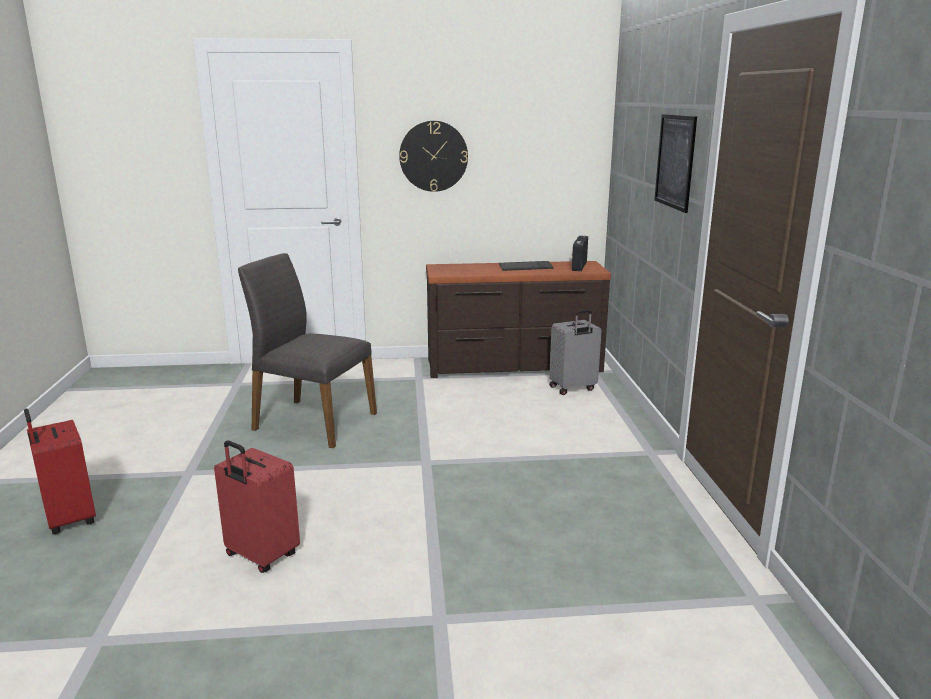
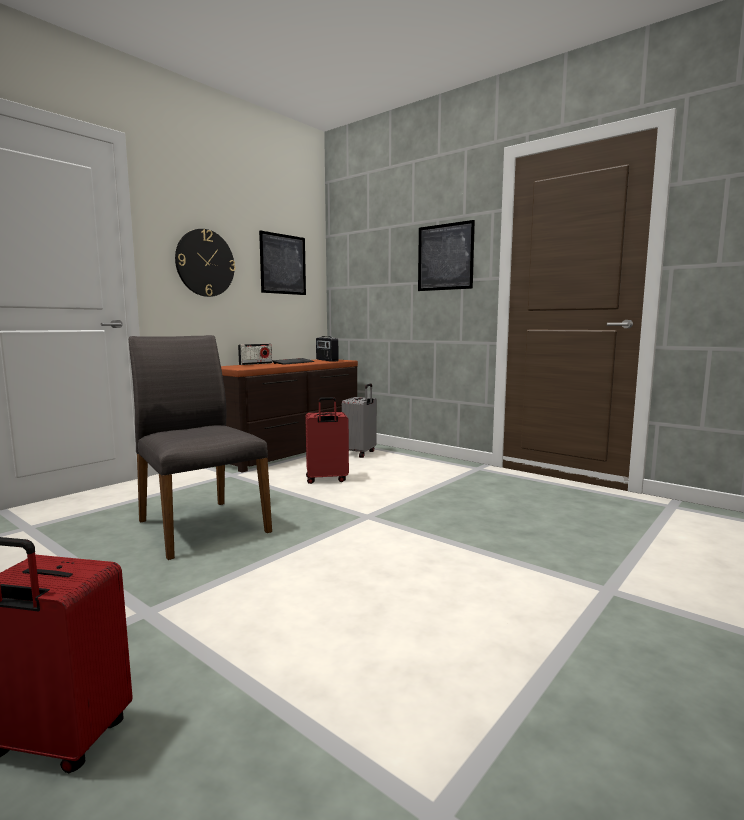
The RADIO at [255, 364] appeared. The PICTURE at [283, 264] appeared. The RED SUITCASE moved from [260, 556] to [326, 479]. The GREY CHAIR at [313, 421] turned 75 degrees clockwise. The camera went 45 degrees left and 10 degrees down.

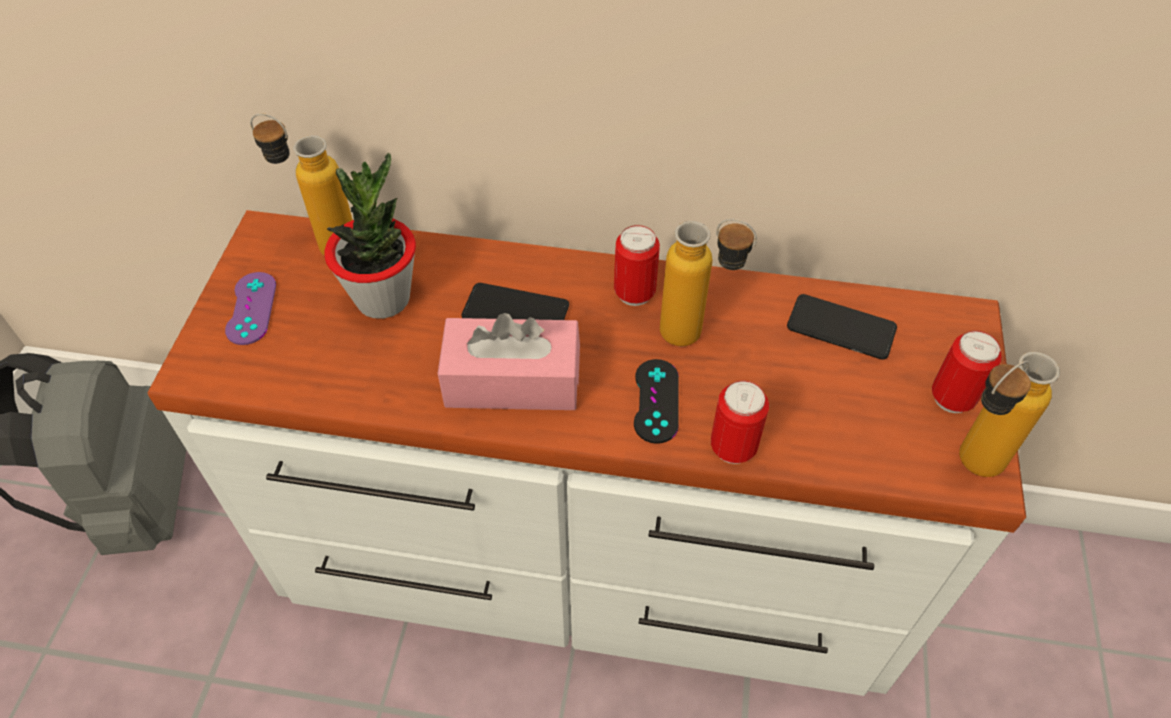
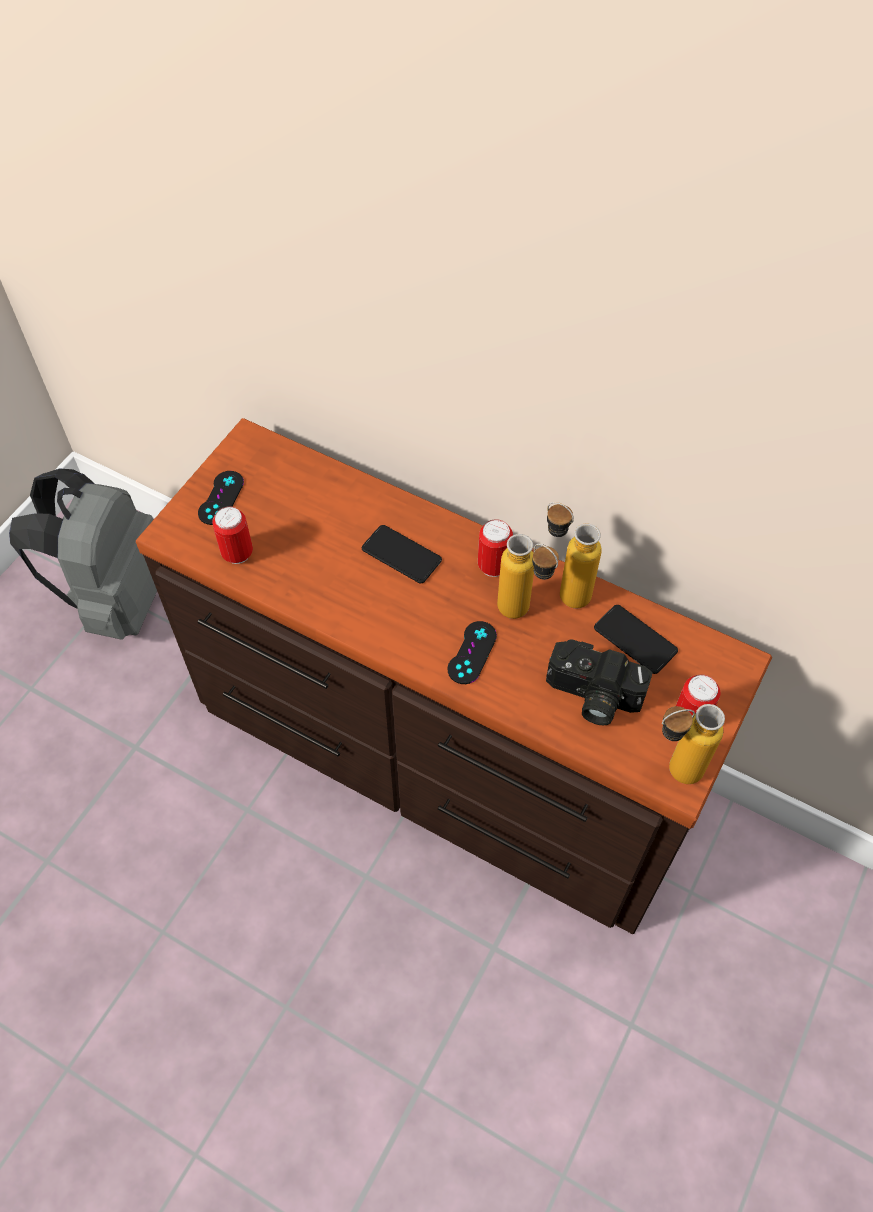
The POTTED PLANT at [383, 298] disappeared. The PINK TISSUE BOX at [512, 381] disappeared. The PHOTO CAMERA at [591, 697] appeared. The BOTTLE moved from [323, 244] to [563, 590]. The CAN moved from [733, 448] to [237, 553]. The WHITE DRESSER at [586, 563] became the BROWN DRESSER at [438, 755]. The PURPLE GAME CONTROLLER at [251, 308] became the BLACK GAME CONTROLLER at [221, 498]. The camera went 20 degrees right and 5 degrees up.

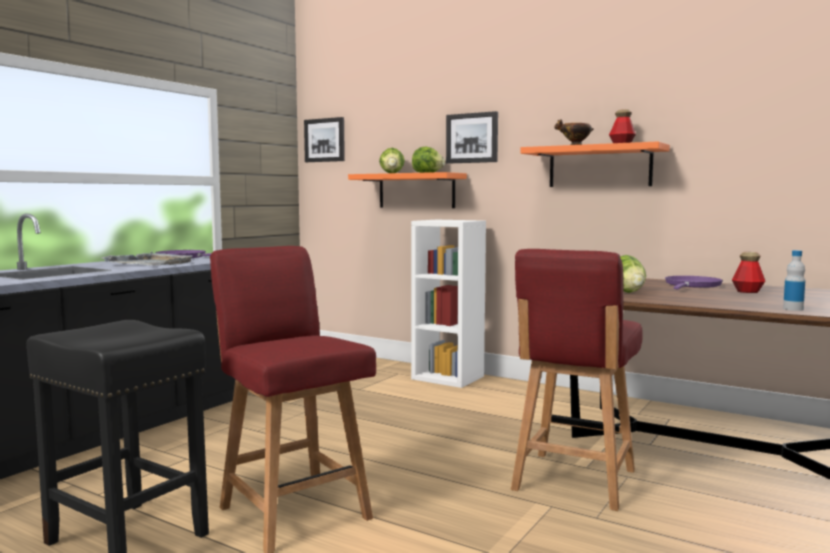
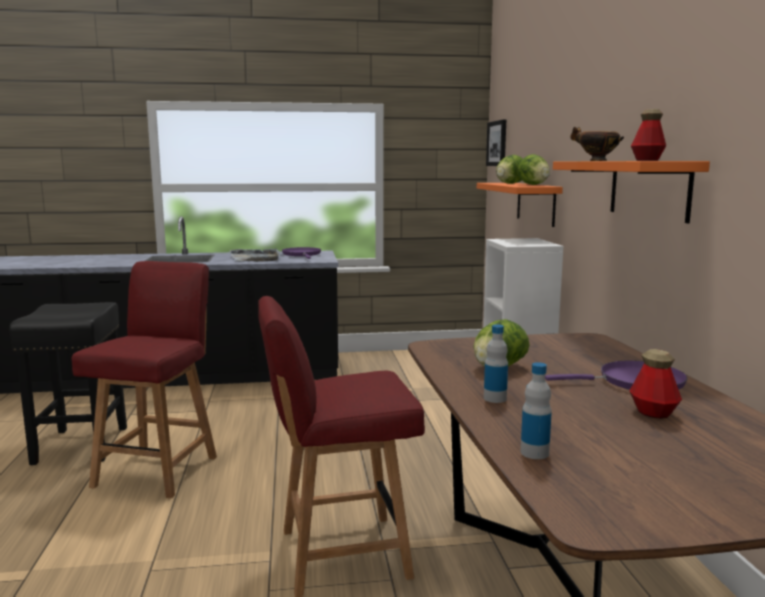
The PICTURE at [472, 138] disappeared. The BOTTLE at [495, 398] appeared. The camera went 50 degrees right and 5 degrees up.

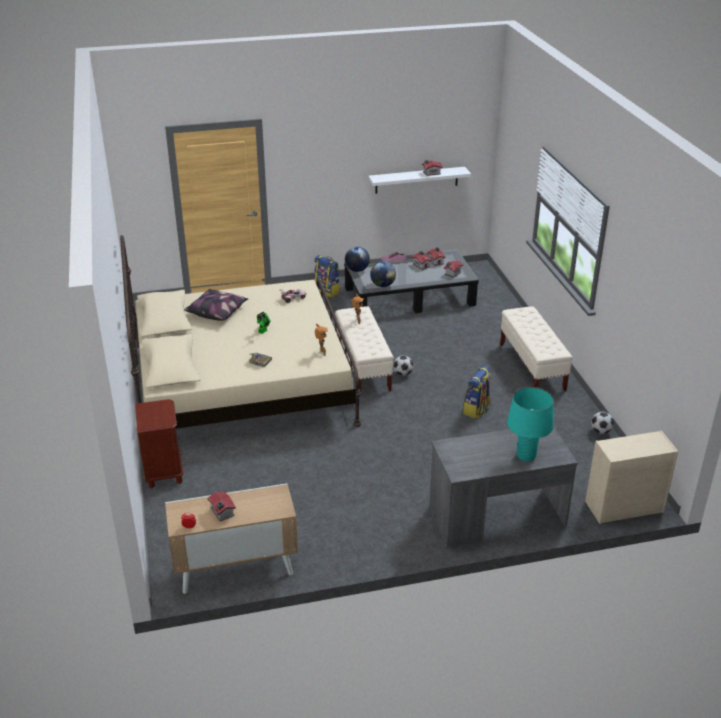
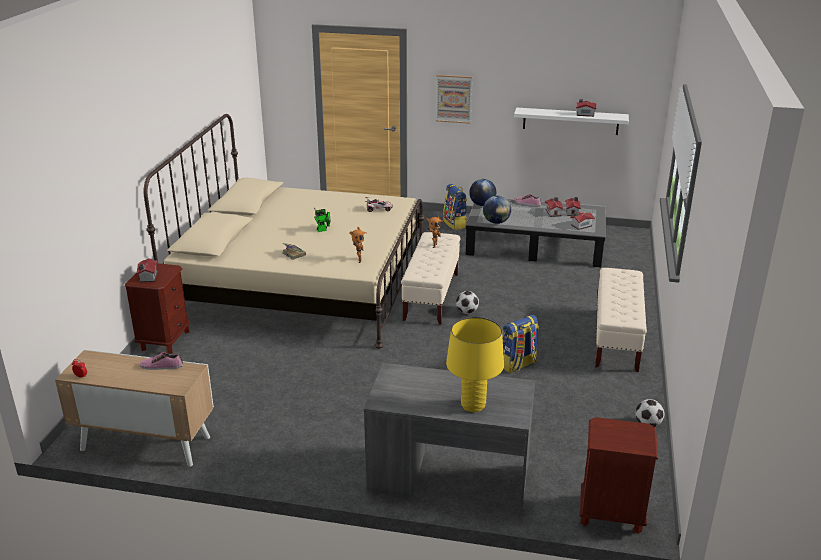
The PILLOW at [217, 312] disappeared. The SHOE at [161, 366] appeared. The PICTURE at [453, 98] appeared. The TOY HOUSE moved from [221, 512] to [148, 277]. The BEIGE DRESSER at [623, 507] was replaced by the BROWN NIGHTSTAND at [610, 514]. The TURQUOISE TABLE LAMP at [526, 456] became the YELLOW TABLE LAMP at [473, 405]. The camera went 25 degrees right and 5 degrees down.

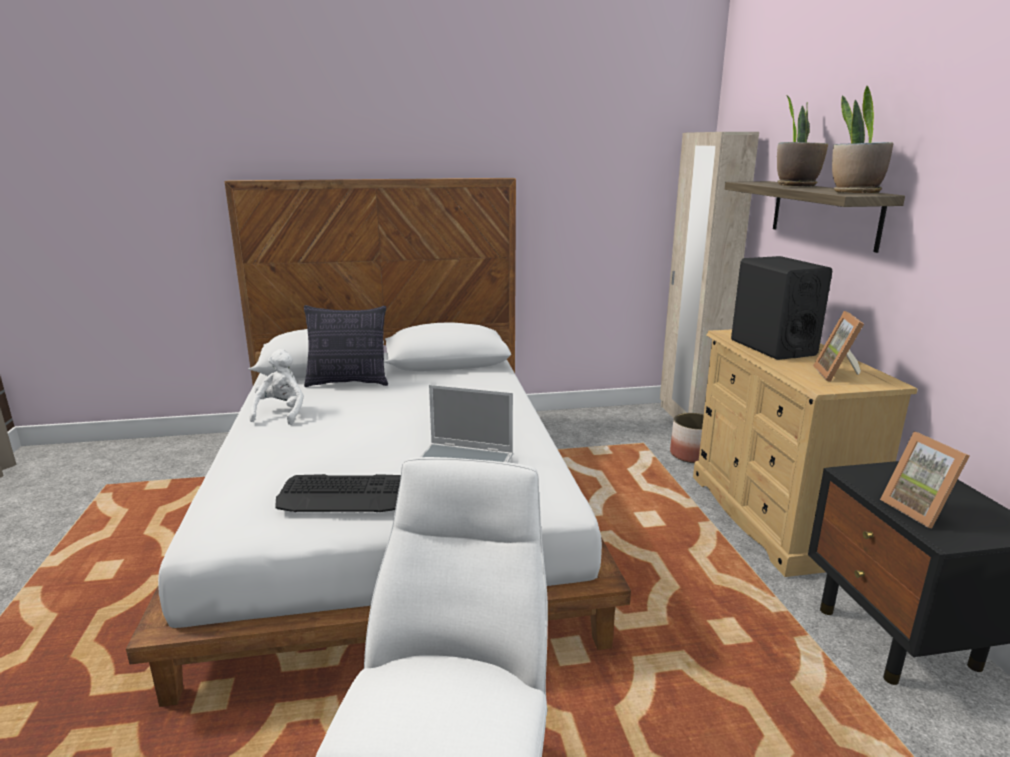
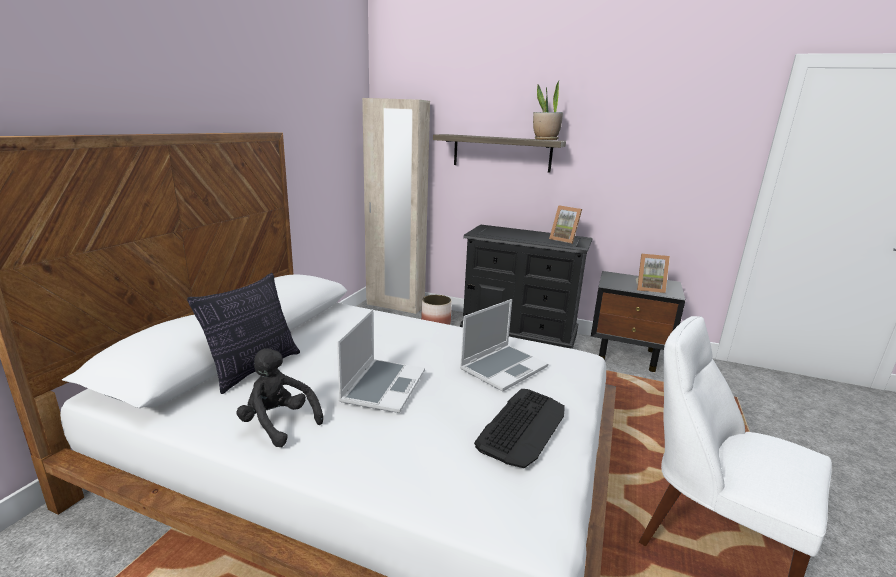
The BLACK SPEAKER at [772, 347] disappeared. The POTTED PLANT at [796, 185] disappeared. The LAPTOP at [383, 386] appeared. The WHITE PLUSH TOY at [281, 413] became the BLACK PLUSH TOY at [278, 423]. The BEIGE DRESSER at [773, 517] became the BLACK DRESSER at [519, 334]. The camera went 60 degrees left and 0 degrees up.

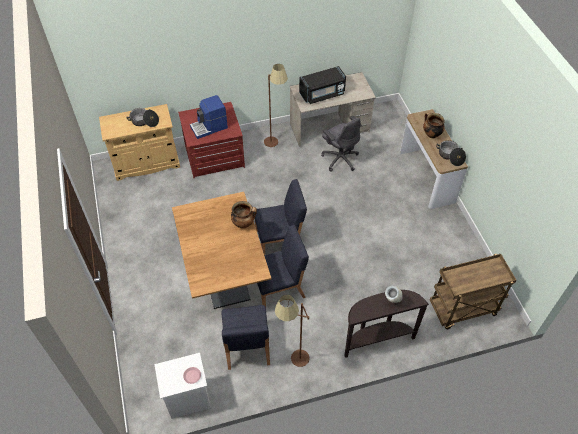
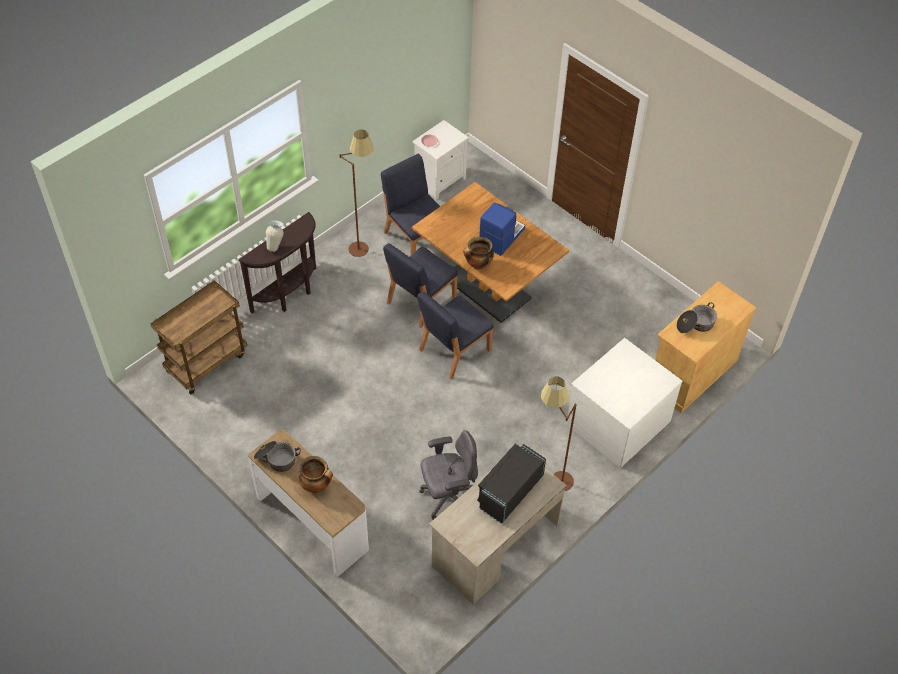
The COFFEE MACHINE moved from [209, 127] to [501, 236]. The RED DRESSER at [214, 157] became the WHITE DRESSER at [617, 422]. The GREY OFFICE CHAIR at [340, 159] turned 135 degrees clockwise. The camera went 150 degrees right and 0 degrees up.

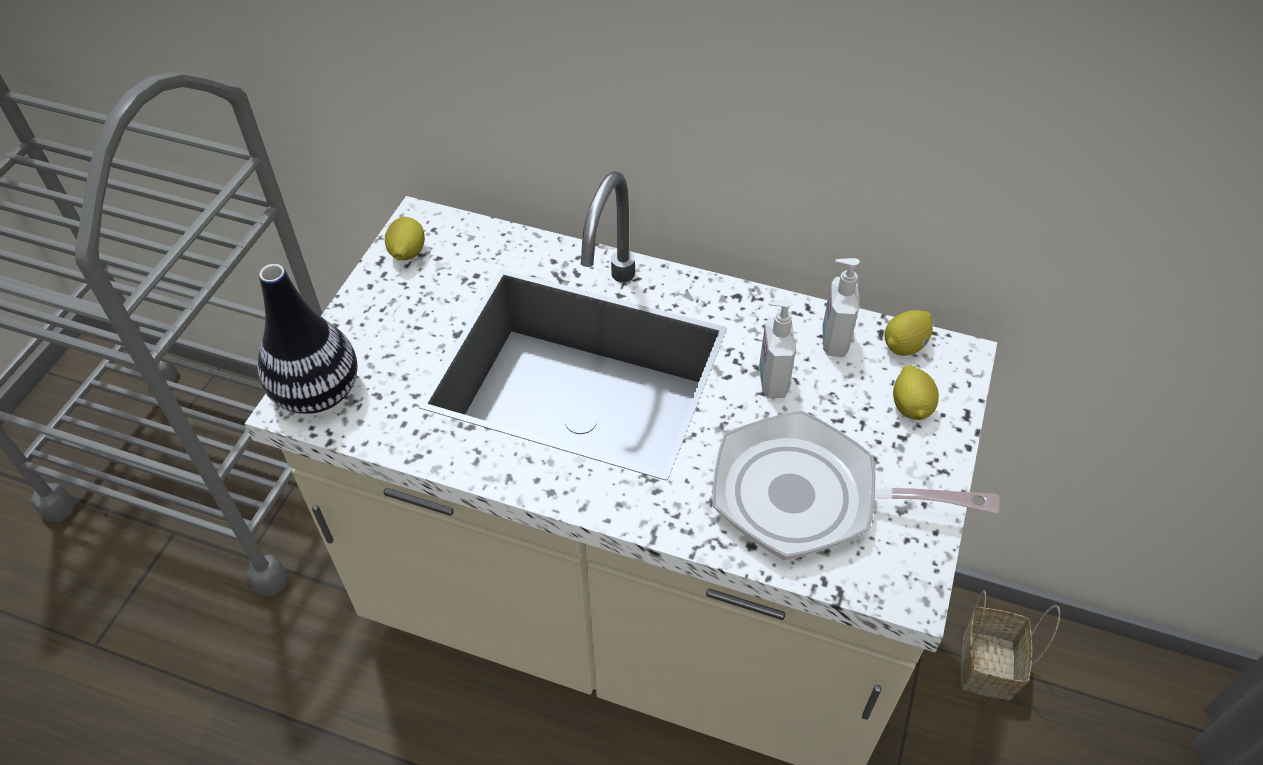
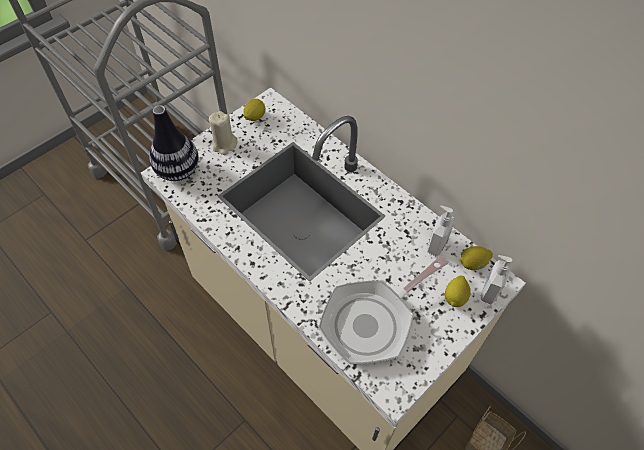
The BEIGE CANDLE at [224, 145] appeared. The SOAP DISPENSER moved from [771, 381] to [488, 291]. The FRYING PAN at [808, 497] turned 75 degrees counterclockwise. The camera went 25 degrees right and 5 degrees up.

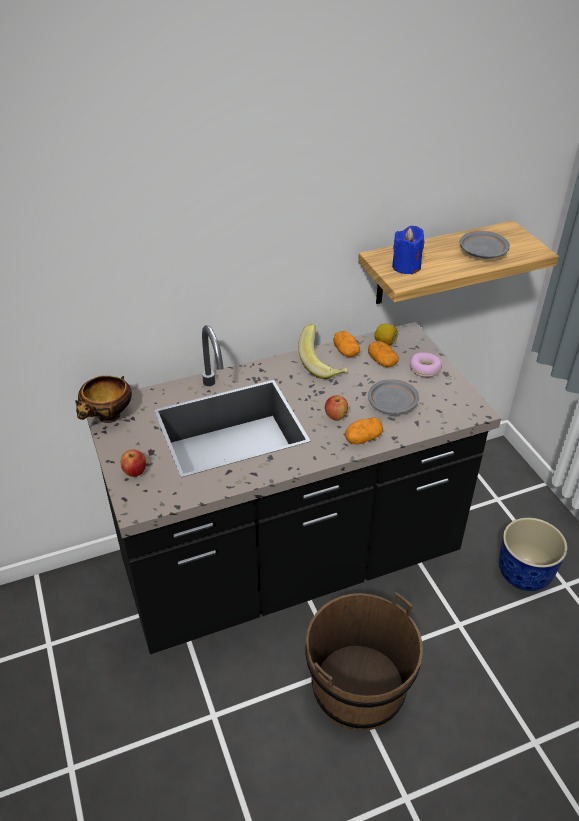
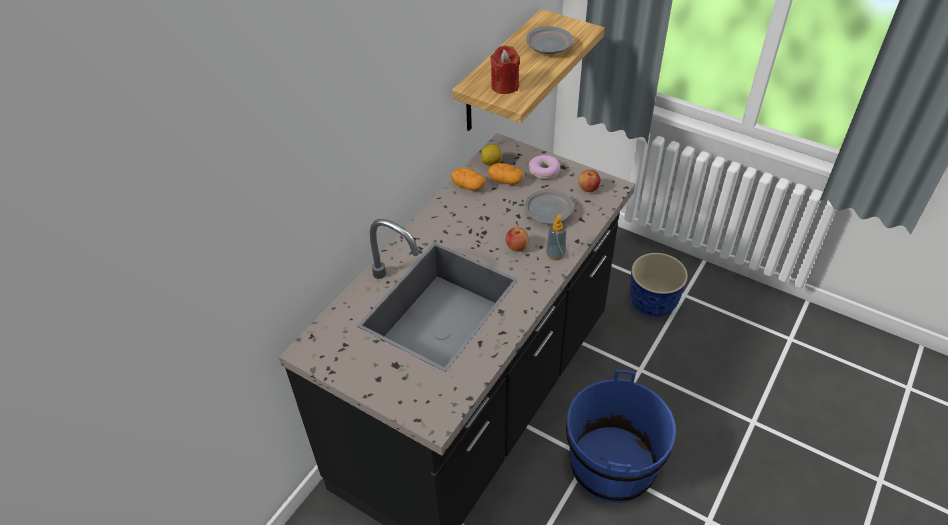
The BOWL at [108, 418] disappeared. The BANANA at [323, 365] disappeared. The APPLE moved from [135, 472] to [588, 189]. The POTATO at [363, 438] was replaced by the SOAP DISPENSER at [555, 254]. The BROWN BUCKET at [358, 687] became the BLUE BUCKET at [612, 465]. The BLUE CANDLE at [406, 267] became the RED CANDLE at [505, 86]. The camera went 35 degrees left and 5 degrees up.

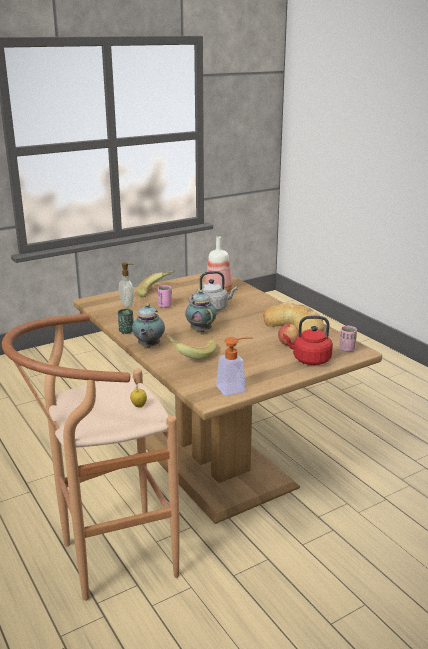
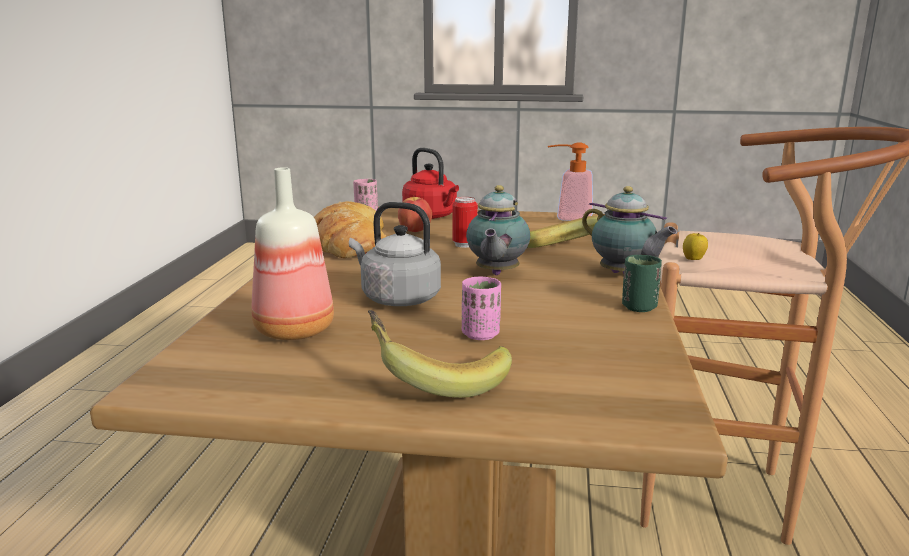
The SOAP DISPENSER at [127, 304] disappeared. The CAN at [464, 244] appeared. The TEAPOT at [148, 346] turned 90 degrees clockwise. The camera went 140 degrees left and 5 degrees down.

